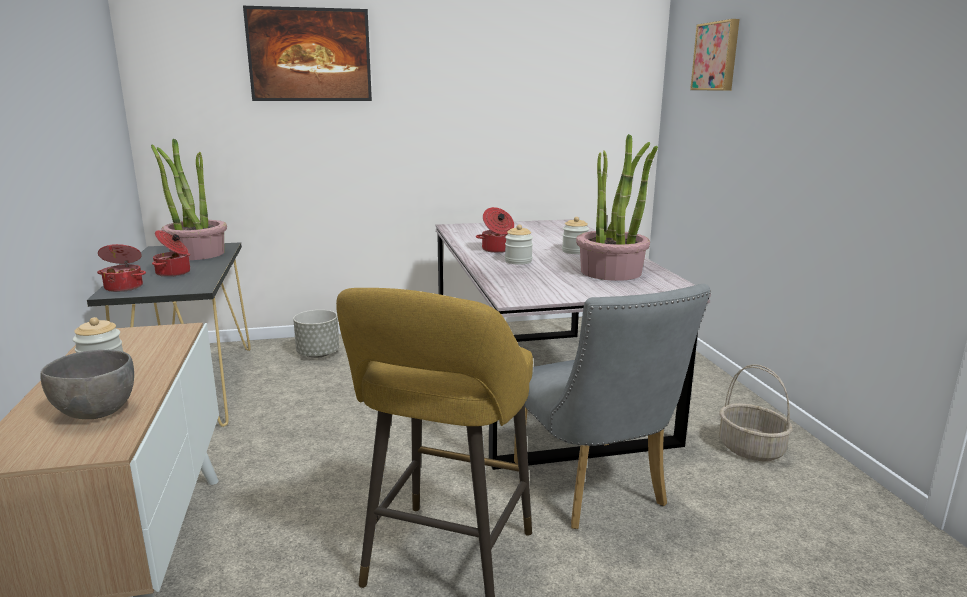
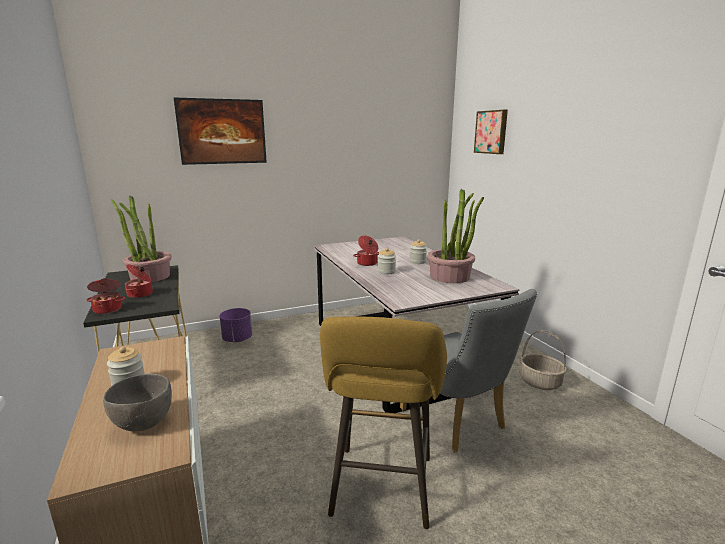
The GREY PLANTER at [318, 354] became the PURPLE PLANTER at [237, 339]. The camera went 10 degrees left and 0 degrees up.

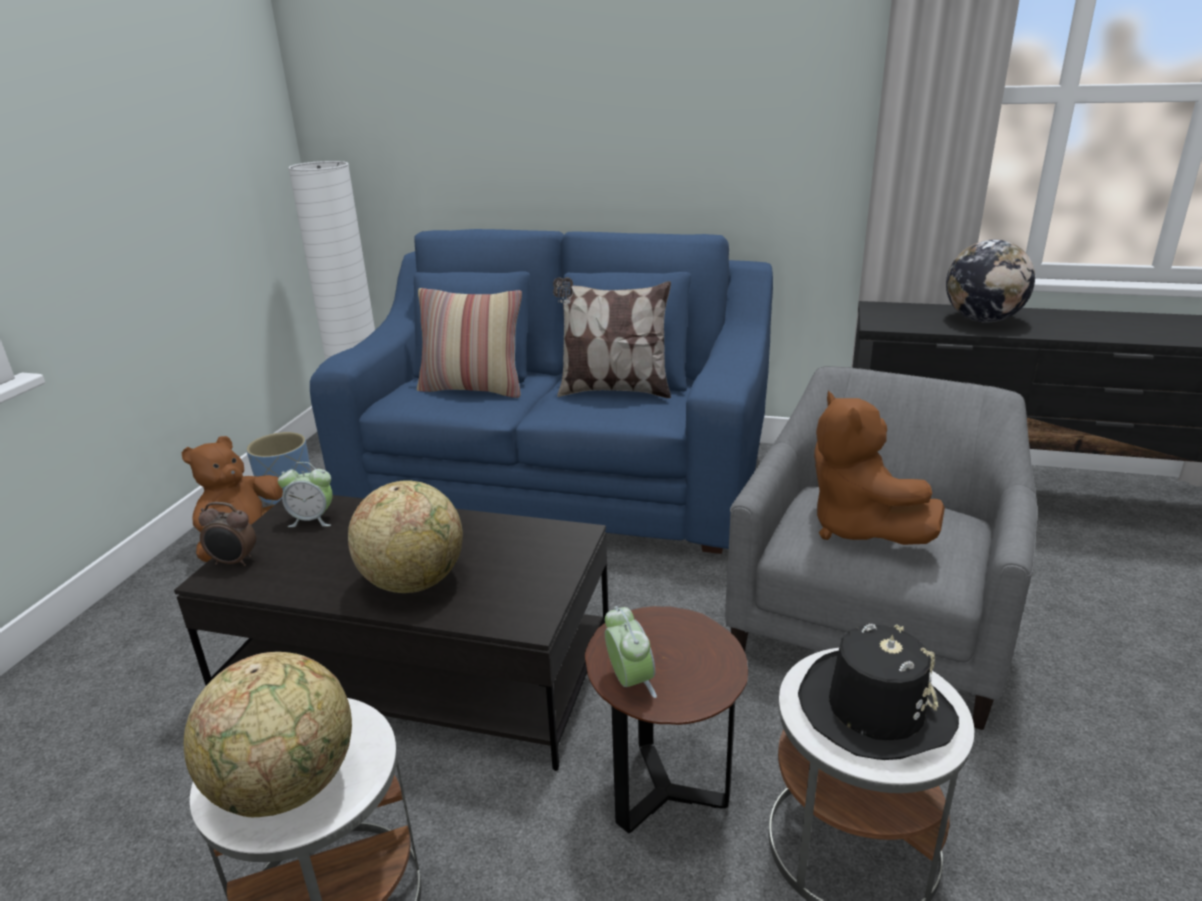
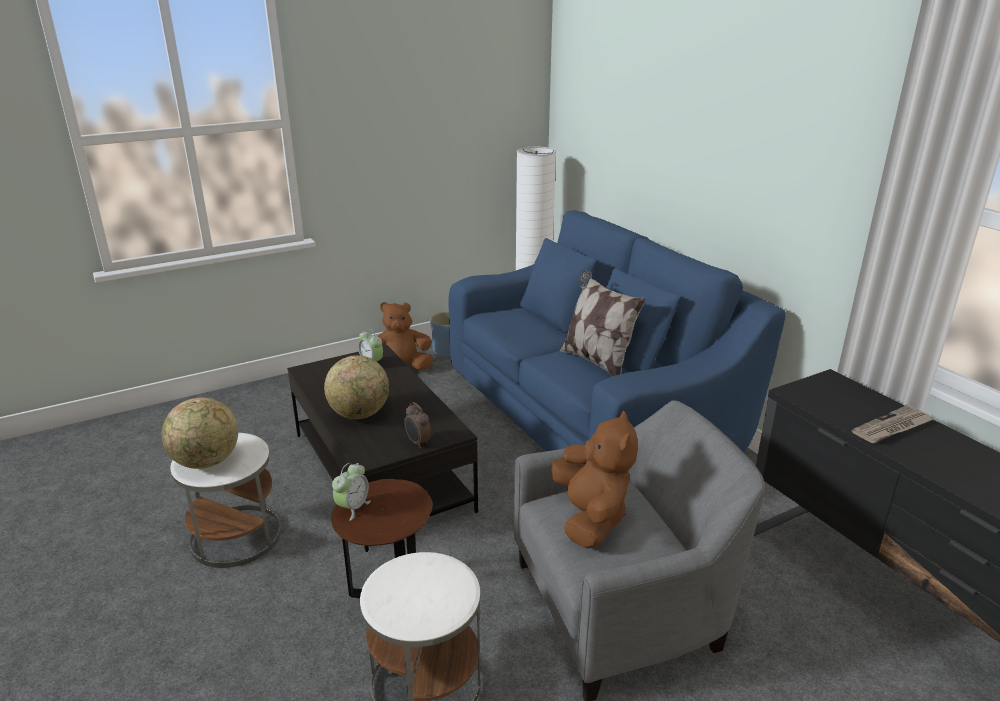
The PILLOW at [473, 389] disappeared. The BLACK HAT at [874, 709] disappeared. The ALARM CLOCK moved from [234, 562] to [418, 443]. The GLOBE at [982, 320] was replaced by the NEWSPAPER at [892, 427]. The BROWN PLUSH TOY at [858, 528] turned 150 degrees clockwise. The camera went 45 degrees right and 0 degrees up.

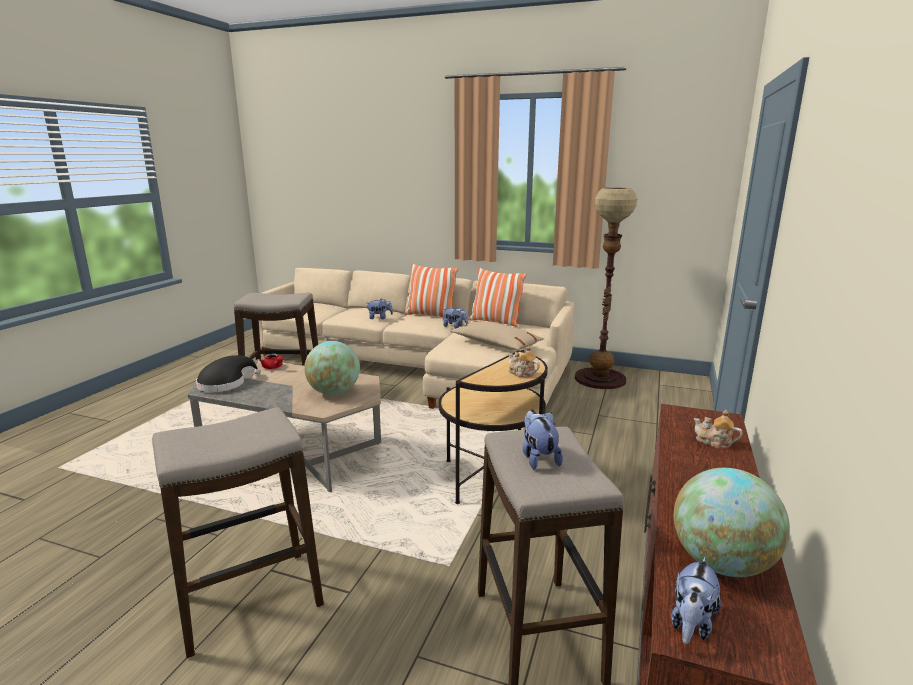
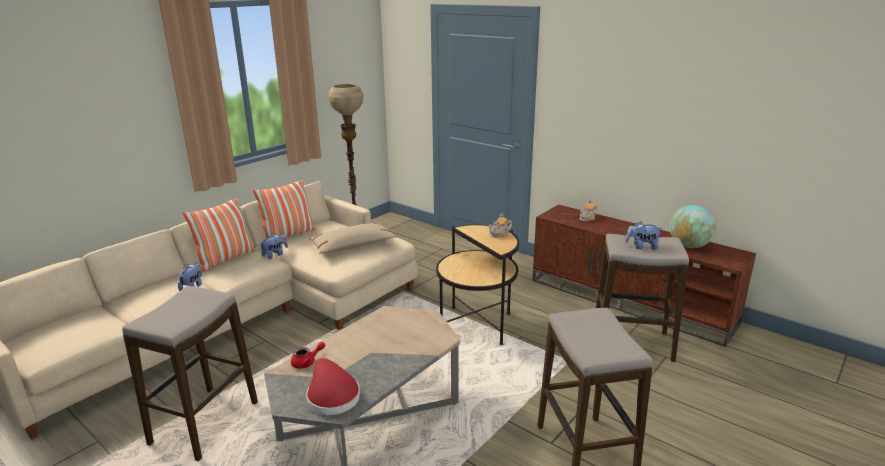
The GLOBE at [334, 392] disappeared. The PLUSH TOY at [691, 624] disappeared. The BLACK HAT at [225, 384] became the RED HAT at [331, 396]. The camera went 70 degrees left and 5 degrees up.

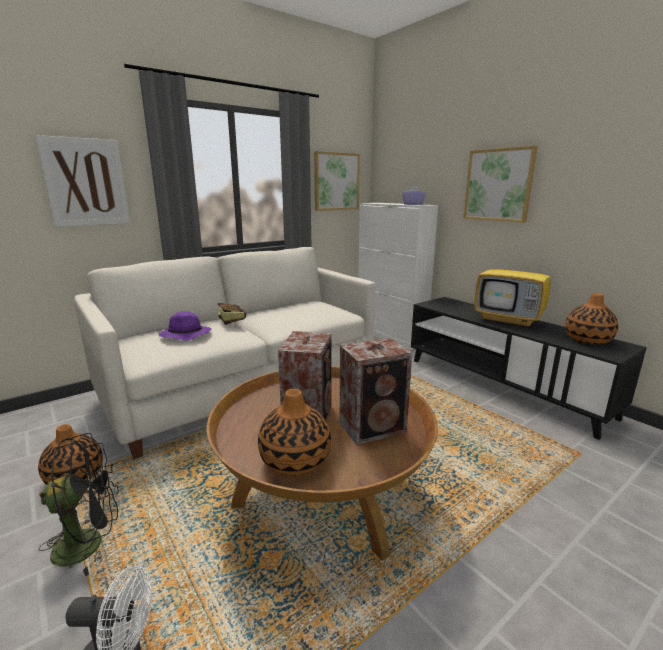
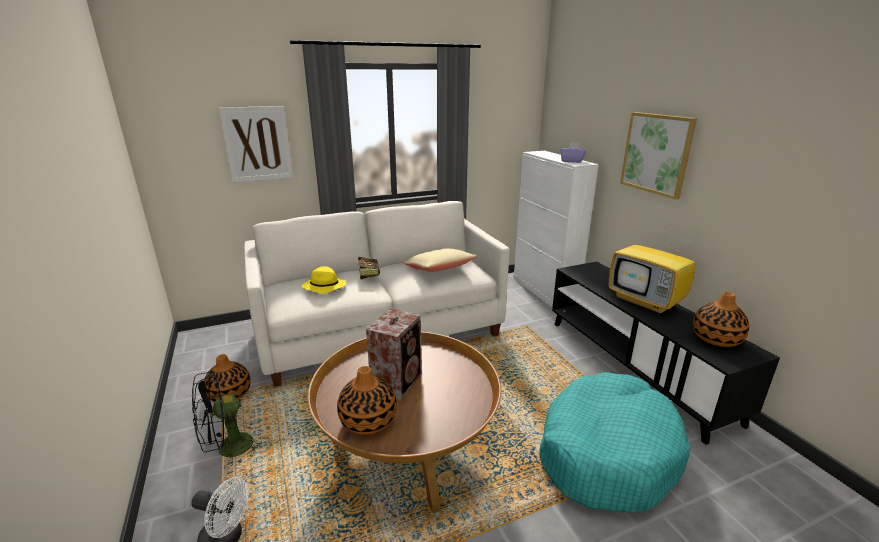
The PICTURE at [336, 181] disappeared. The SPEAKER at [374, 427] disappeared. The BEIGE PILLOW at [439, 270] appeared. The TURQUOISE DOG BED at [606, 452] appeared. The PURPLE HAT at [185, 335] became the YELLOW HAT at [324, 287]. The BLACK FAN at [89, 543] turned 150 degrees clockwise. The camera went 15 degrees right and 5 degrees up.

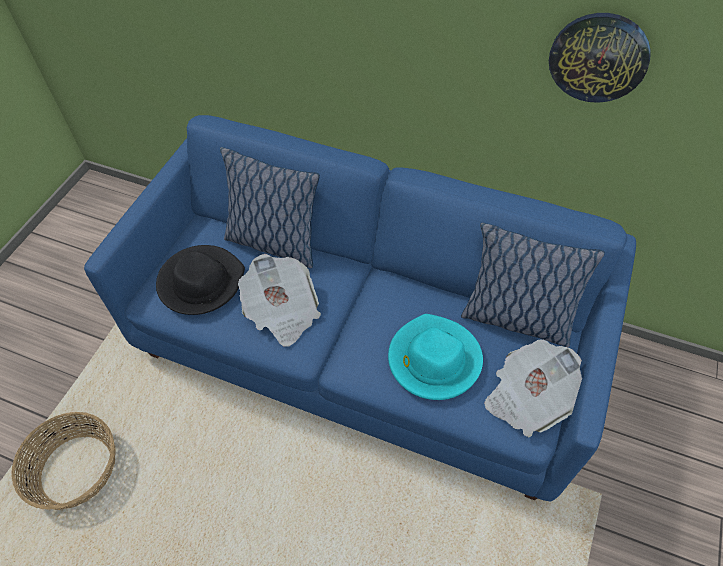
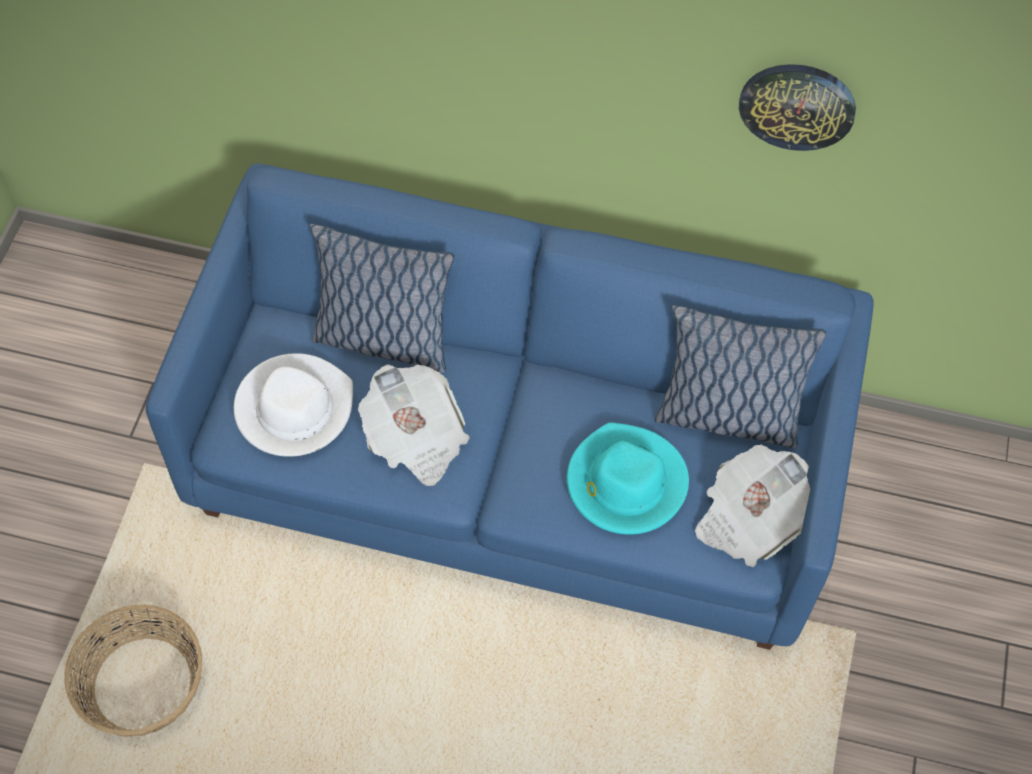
The BLACK HAT at [200, 282] became the WHITE HAT at [294, 408]. The camera went 10 degrees left and 5 degrees up.

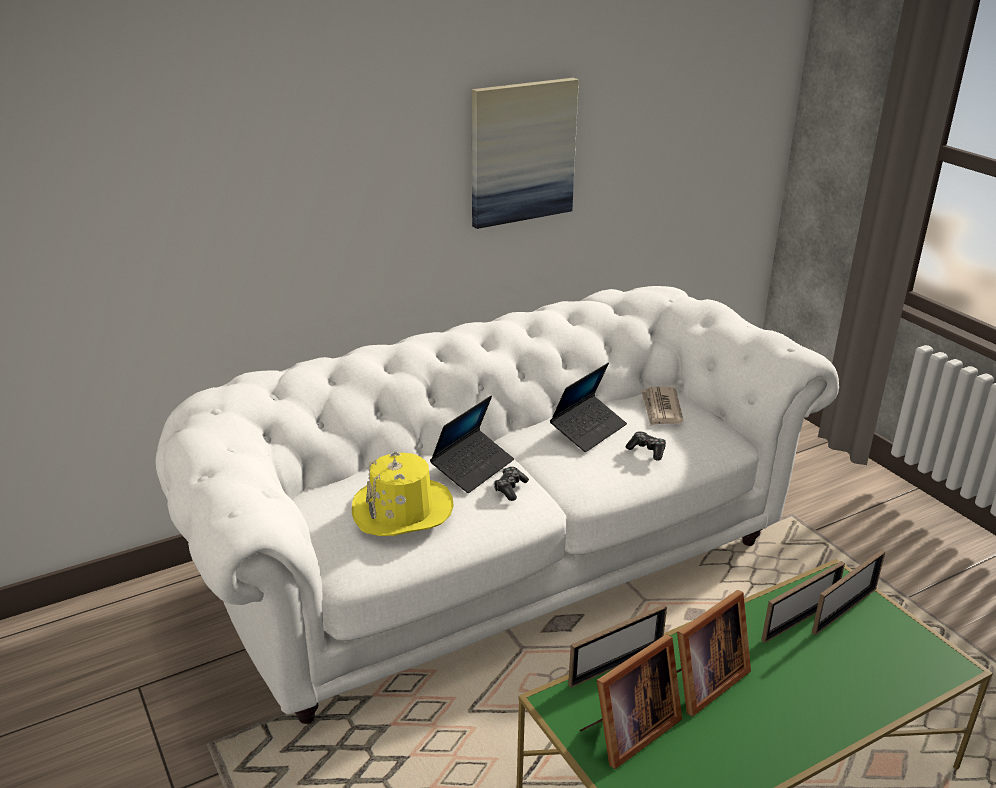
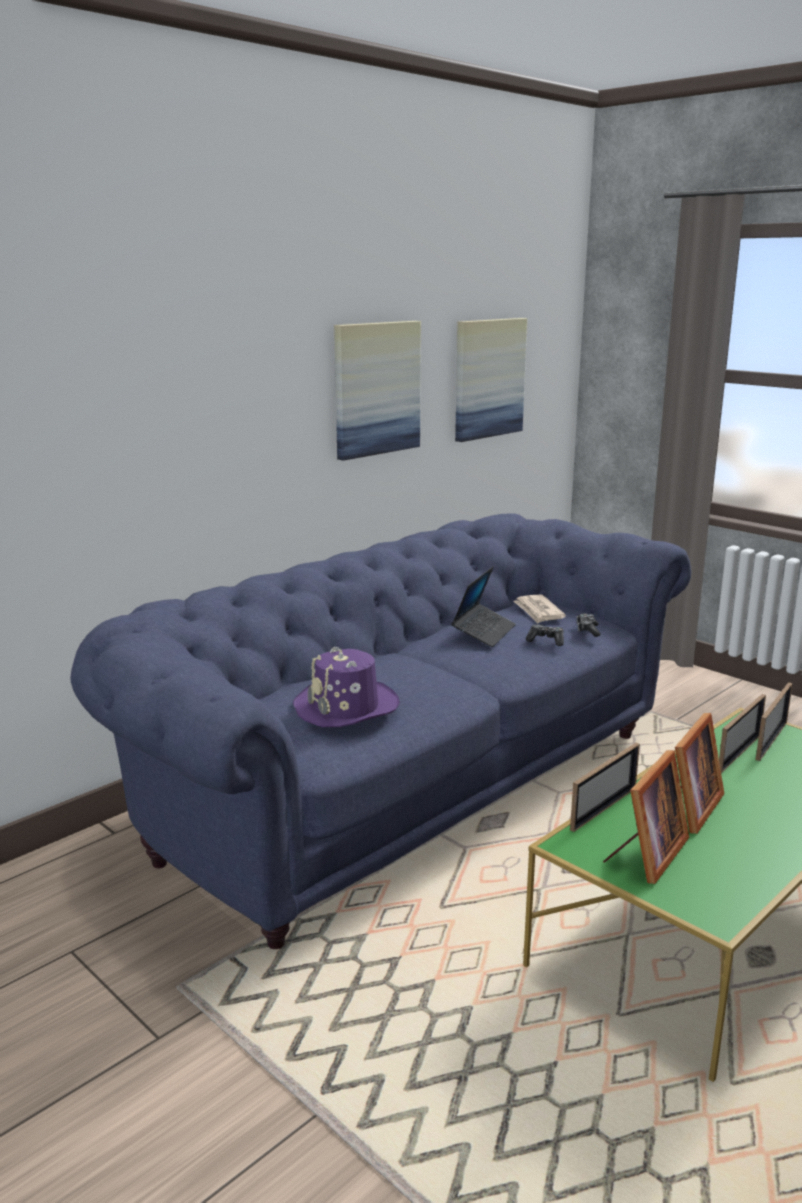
The LAPTOP at [473, 468] disappeared. The PICTURE at [488, 378] appeared. The GAME CONTROLLER moved from [510, 488] to [587, 630]. The WHITE SOFA at [497, 560] became the BLUE SOFA at [403, 783]. The YELLOW HAT at [402, 510] became the PURPLE HAT at [347, 707]. The camera went 15 degrees left and 10 degrees down.

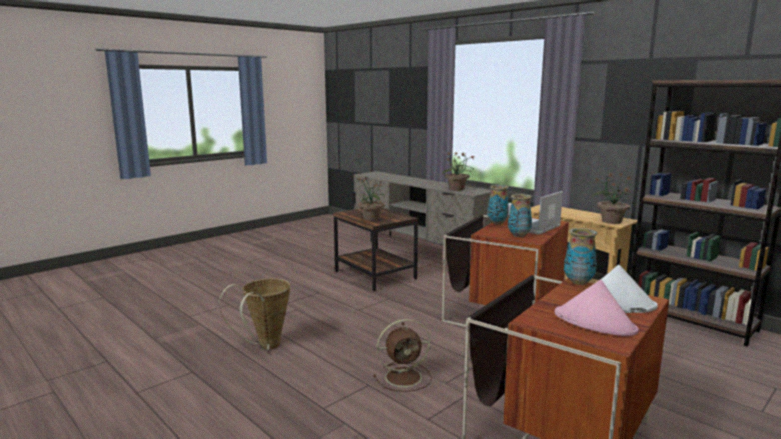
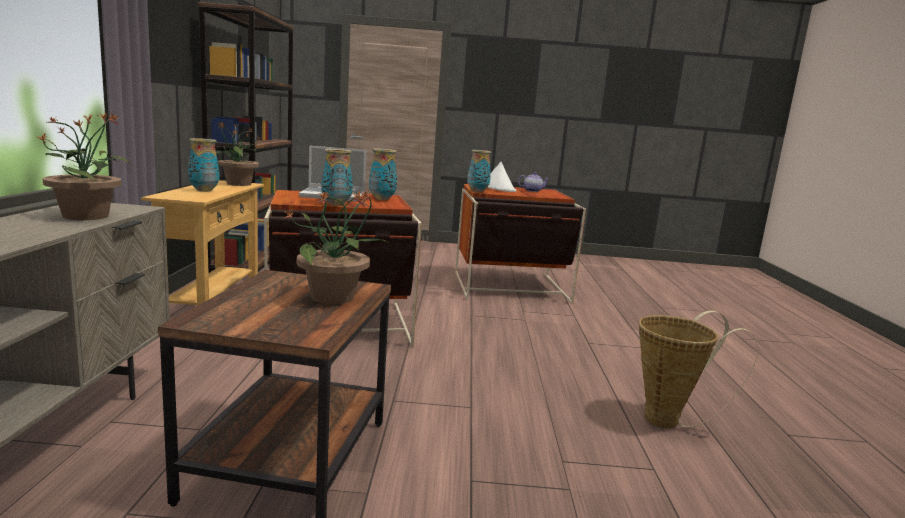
The BROWN FAN at [405, 377] disappeared. The VASE at [204, 190] appeared. The PINK HAT at [595, 322] was replaced by the TEAPOT at [532, 191]. The camera went 135 degrees left and 0 degrees up.

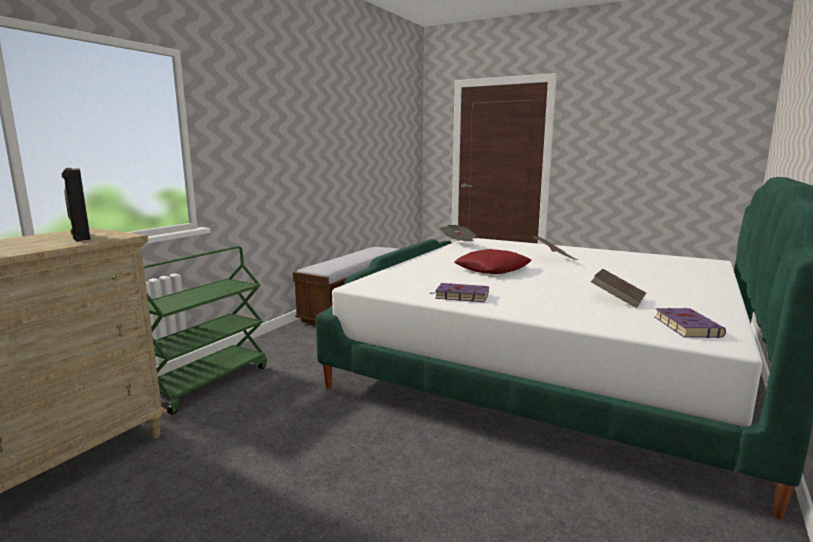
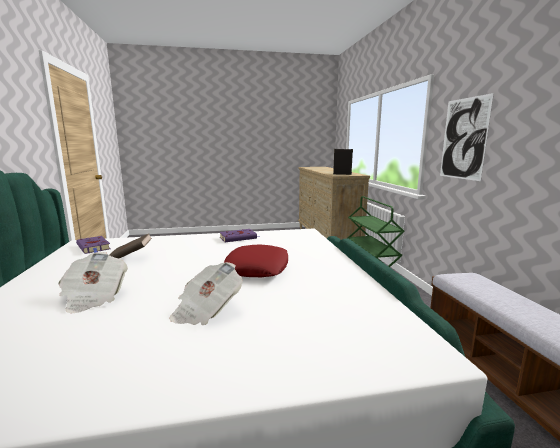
The PICTURE at [463, 139] appeared. The NEWSPAPER moved from [459, 244] to [94, 297]. The camera went 140 degrees right and 0 degrees up.

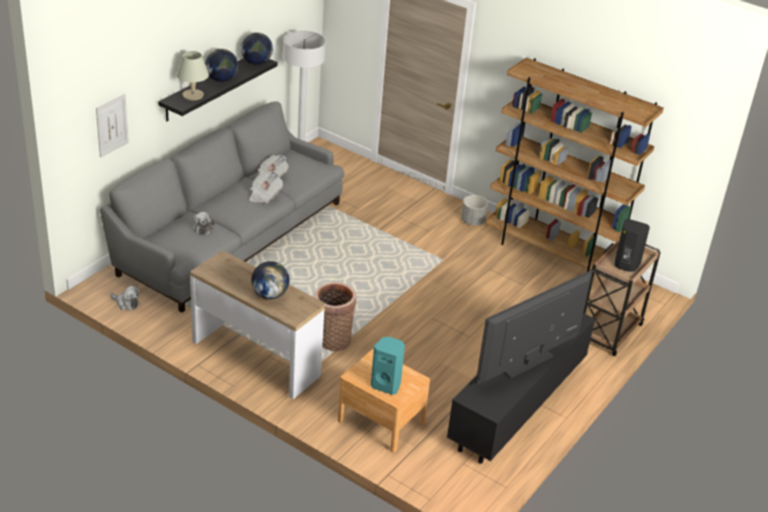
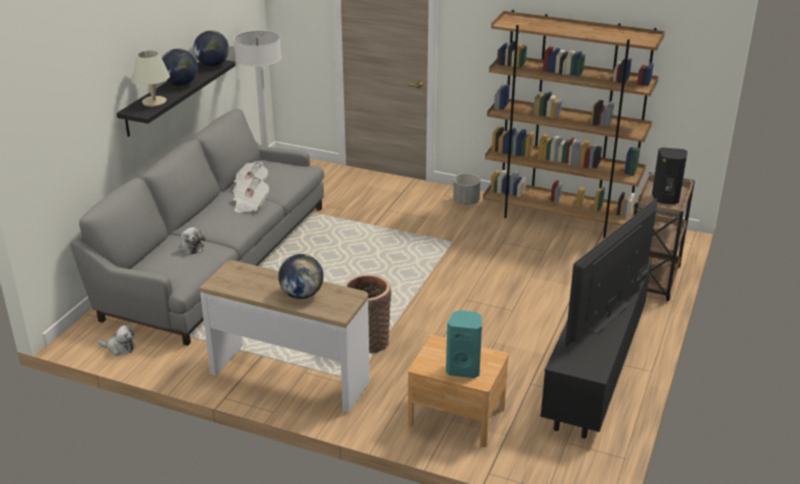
The PICTURE at [112, 125] disappeared. The camera went 10 degrees left and 5 degrees down.

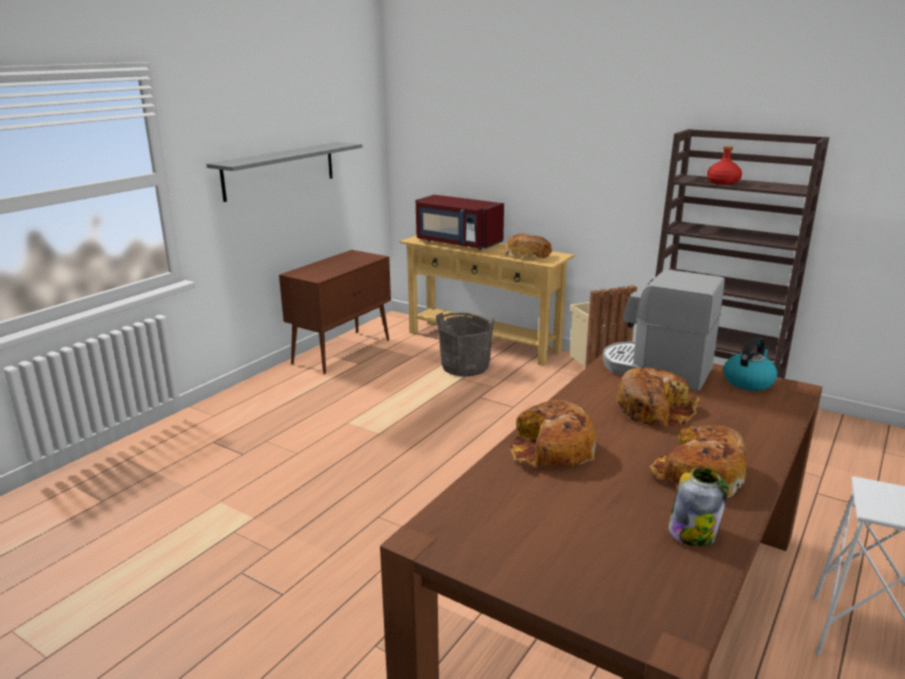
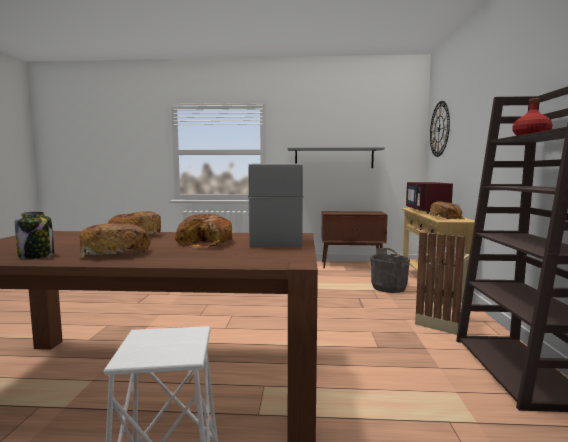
The KETTLE at [748, 381] disappeared. The WALL CLOCK at [439, 129] appeared. The camera went 60 degrees right and 15 degrees down.

